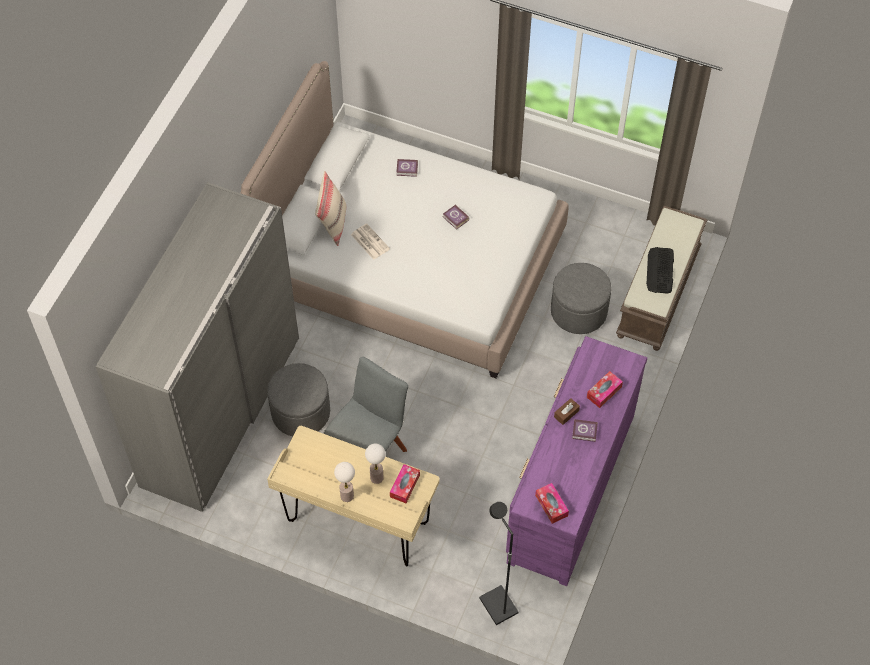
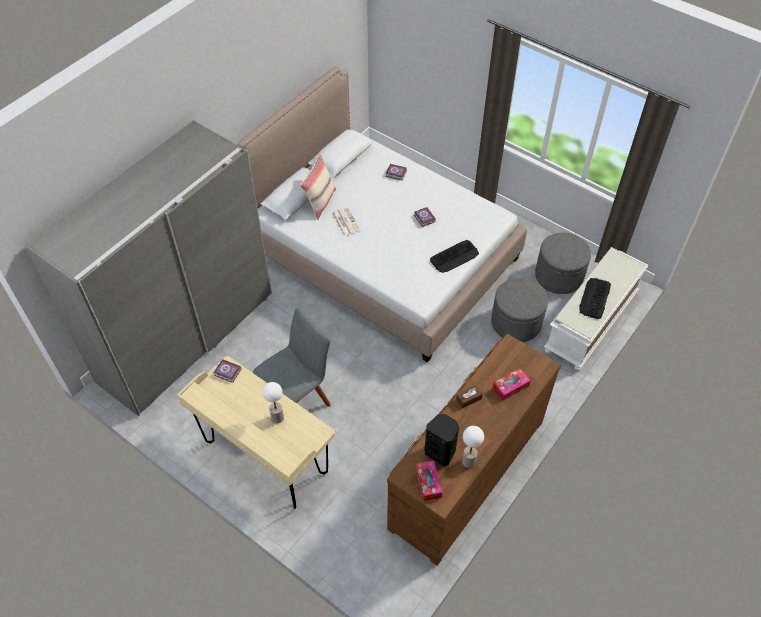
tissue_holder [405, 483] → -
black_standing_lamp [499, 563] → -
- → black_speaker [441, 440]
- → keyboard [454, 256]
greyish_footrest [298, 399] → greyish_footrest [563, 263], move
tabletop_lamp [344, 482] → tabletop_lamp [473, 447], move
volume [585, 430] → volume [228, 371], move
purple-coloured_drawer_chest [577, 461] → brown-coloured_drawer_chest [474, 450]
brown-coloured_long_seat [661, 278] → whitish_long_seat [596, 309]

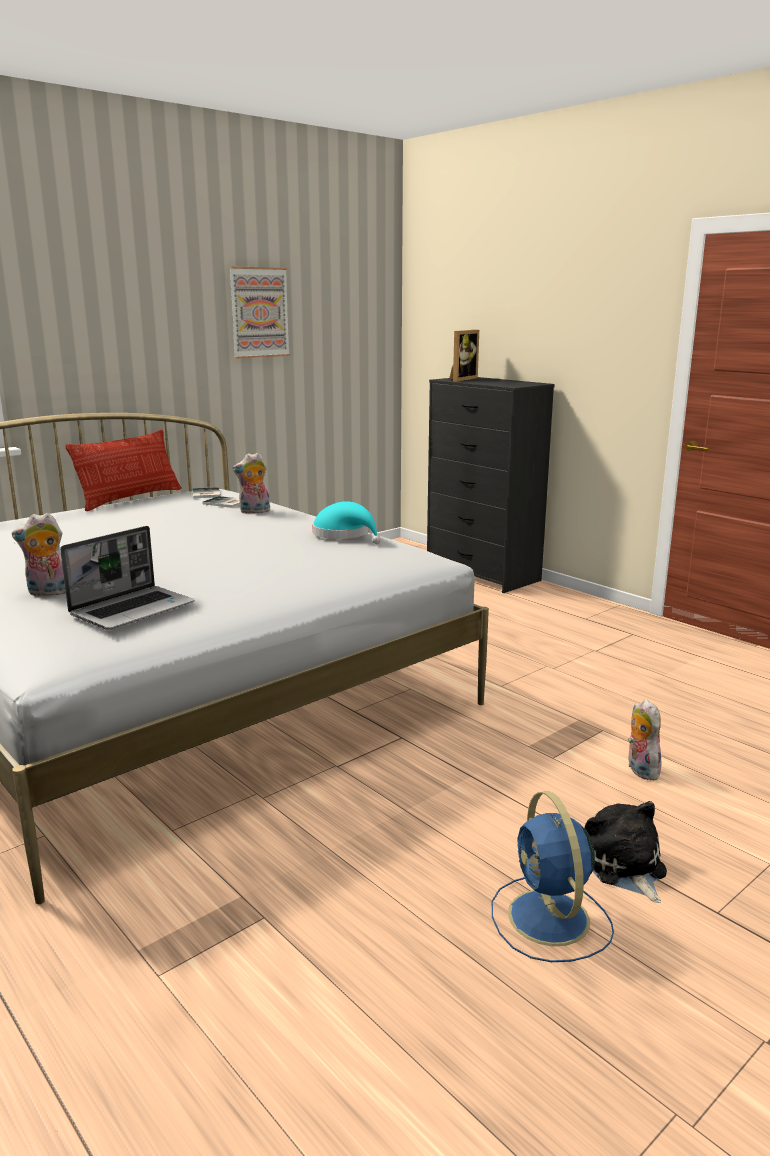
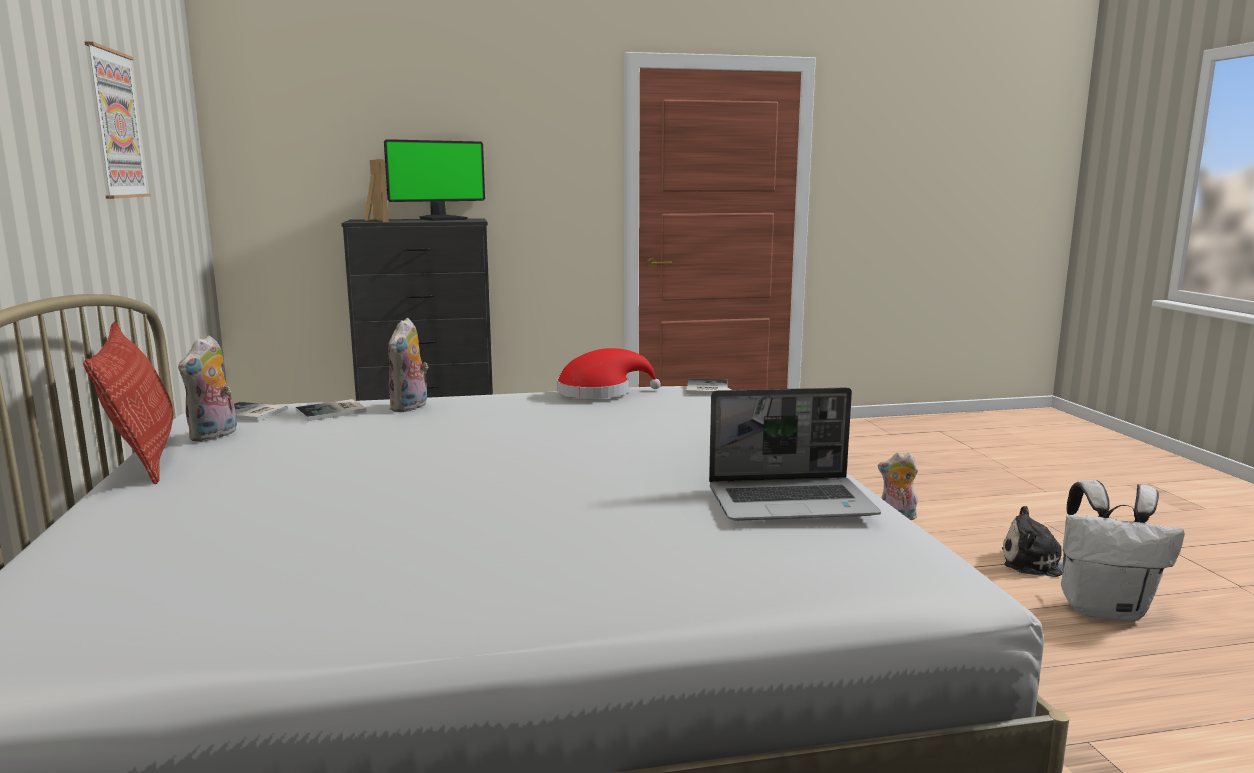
- → computer_display [434, 180]
- → volume [707, 387]
soft_toy [39, 554] → soft_toy [207, 388], move
bluish_electric_fan [553, 876] → whitish_knapsack [1123, 551]
blue-green_wearable_hat [346, 522] → red-coloured_wearable_hat [609, 373]
notebook_computer [127, 578] → notebook_computer [795, 454], 105 degrees clockwise

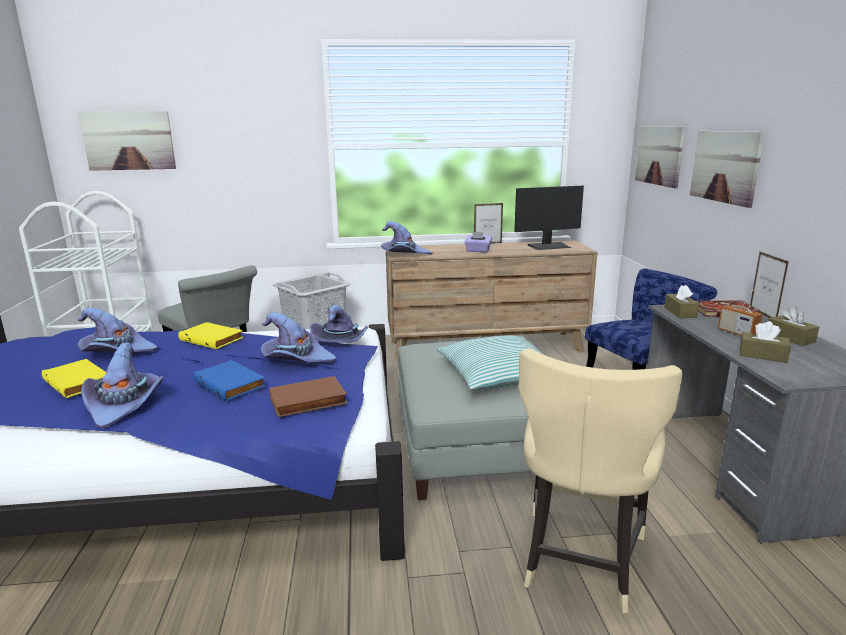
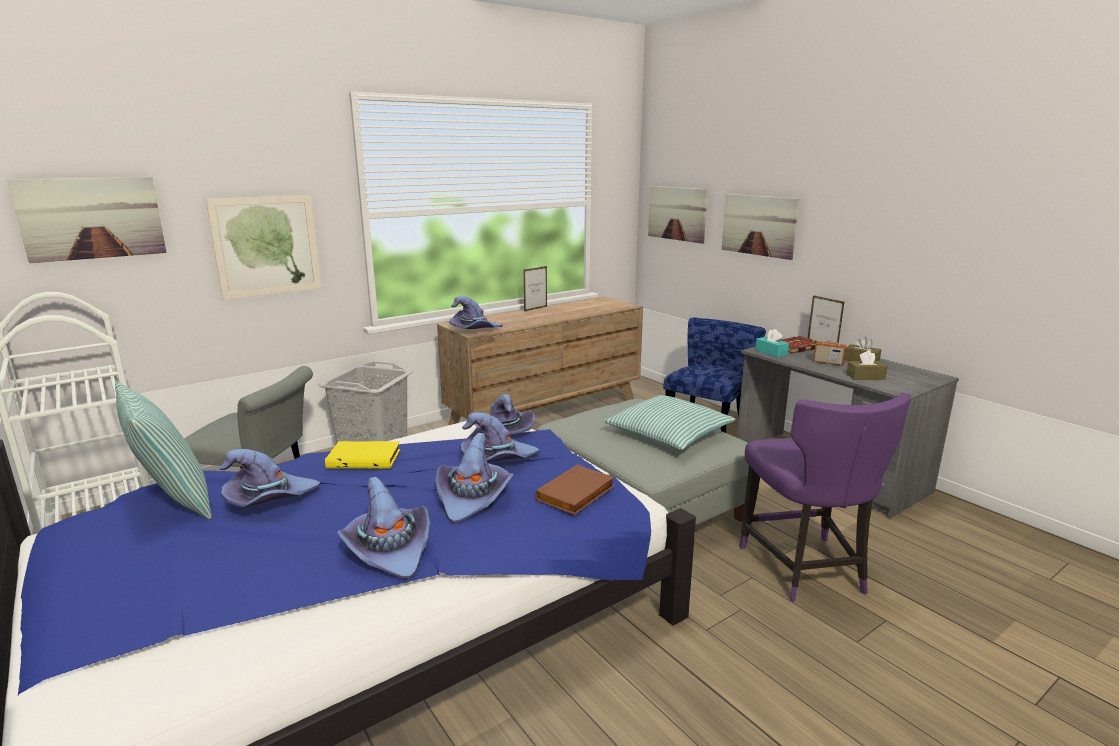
yellowish_volume [74, 378] → -
purple-coloured_tissue_holder [478, 242] → -
computer_display [549, 218] → -
- → cushion [163, 450]
- → wall_art [264, 247]
bluish_volume [229, 380] → purple-coloured_wearable_hat [474, 478]
beige-coloured_upright_chair [600, 480] → purple-coloured_upright_chair [825, 497]
brown-coloured_tissue_holder [681, 301] → blue-green_tissue_holder [772, 343]

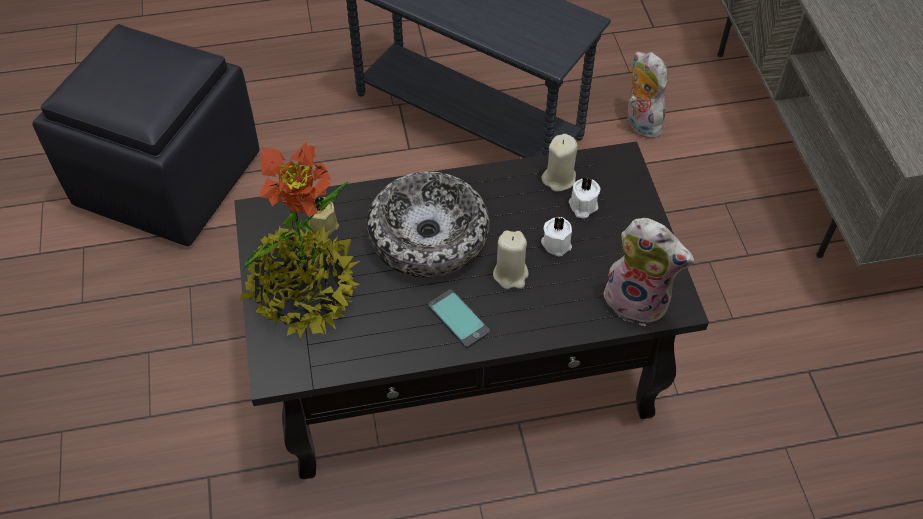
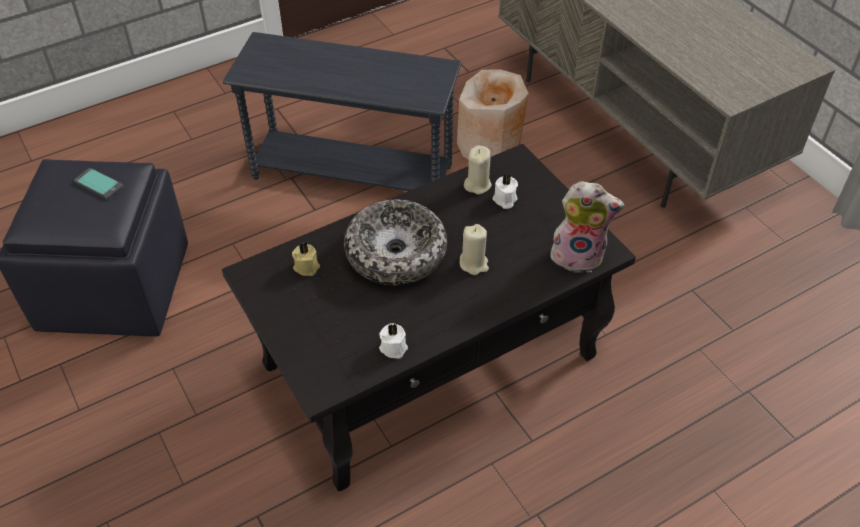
potted_plant [300, 240] → -
handset [459, 319] → handset [99, 183], move
whitish_candle [556, 237] → whitish_candle [393, 341], move
soft_toy [647, 95] → beige-coloured_vase [493, 114]

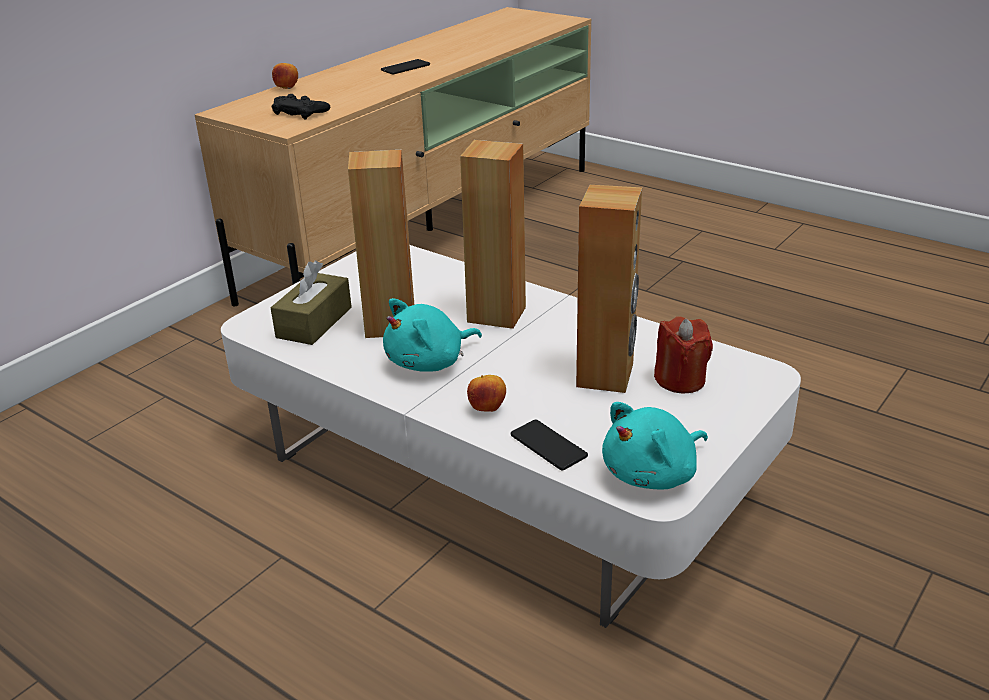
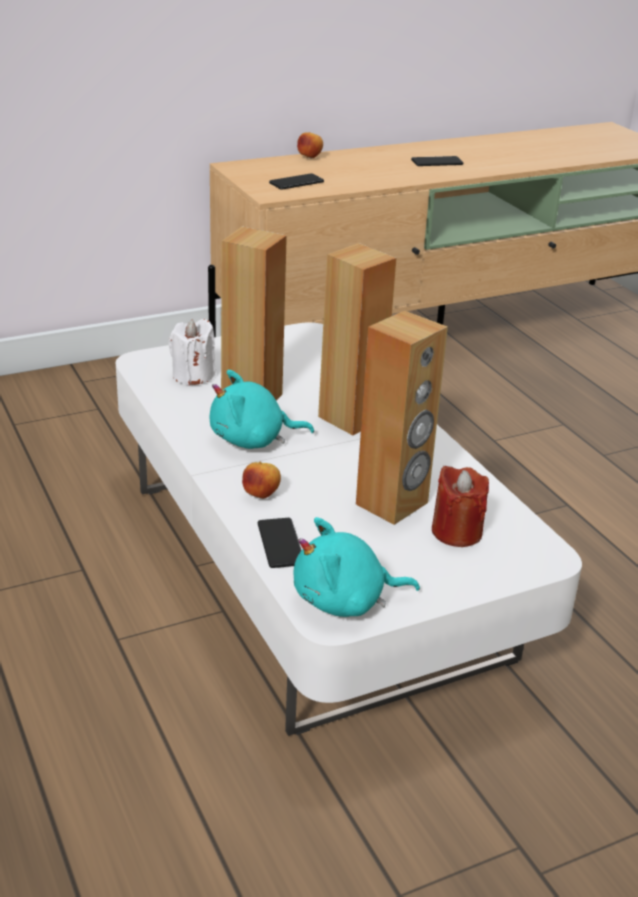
black_joypad [300, 106] → handset [296, 181]
brown-coloured_tissue_holder [311, 303] → whitish_candle [192, 352]

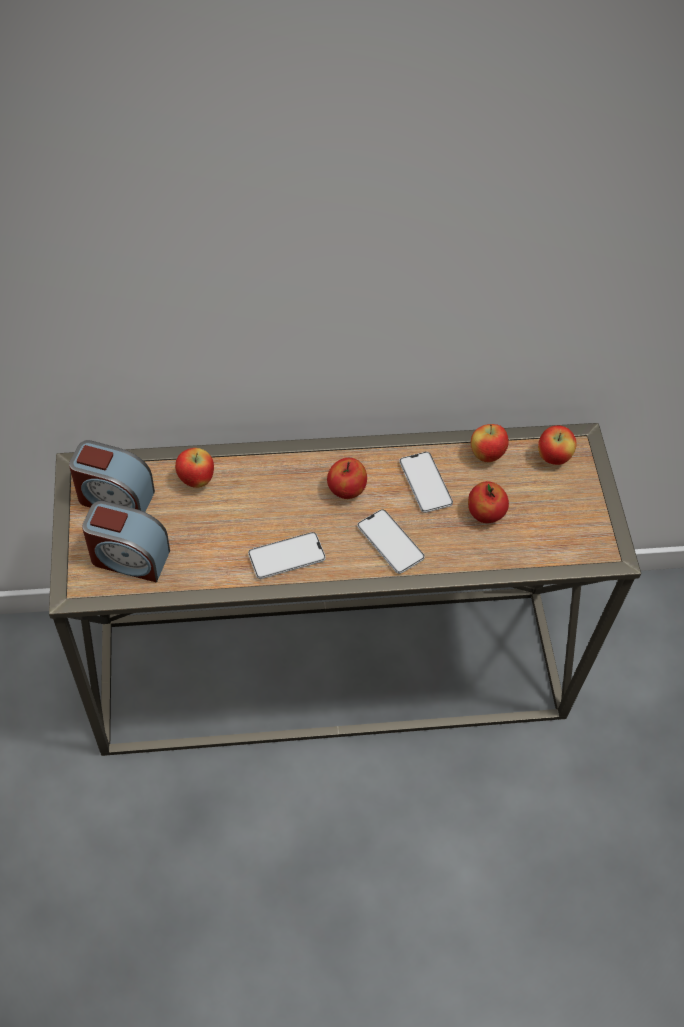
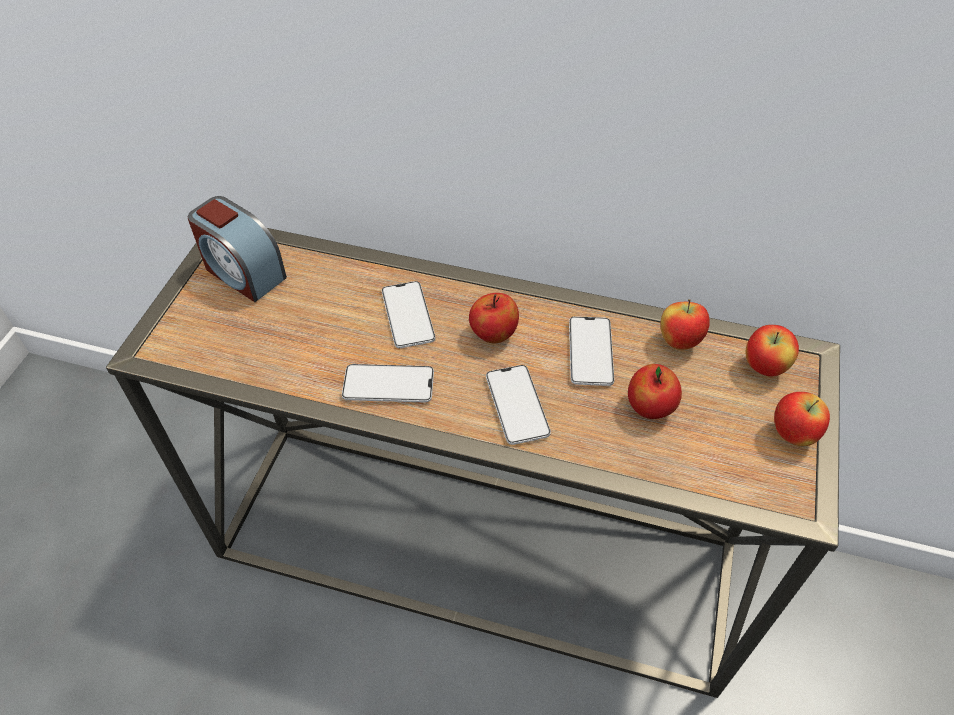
table_clock [126, 541] → -
- → handset [408, 314]
apple [194, 468] → apple [802, 419], move

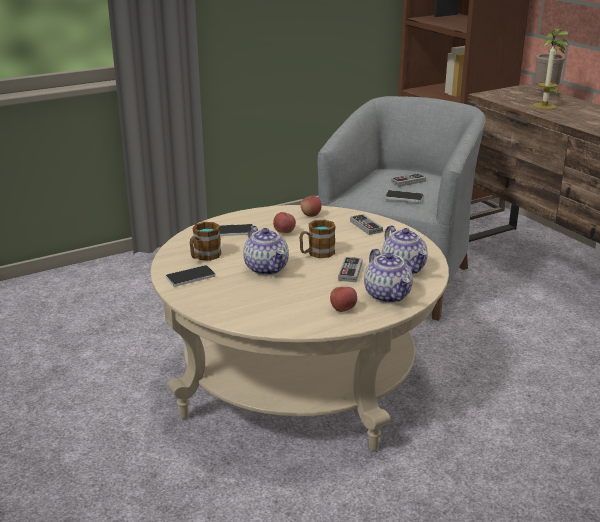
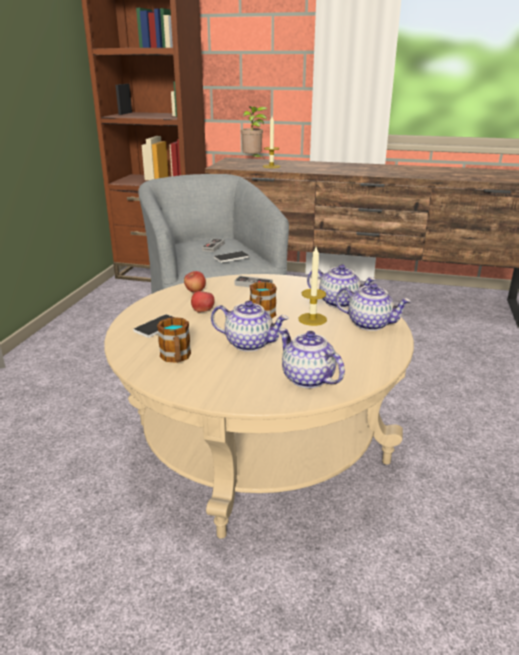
handset [190, 276] → -
apple [343, 299] → -
- → tea_pot [311, 358]
joypad [350, 269] → candle [313, 286]

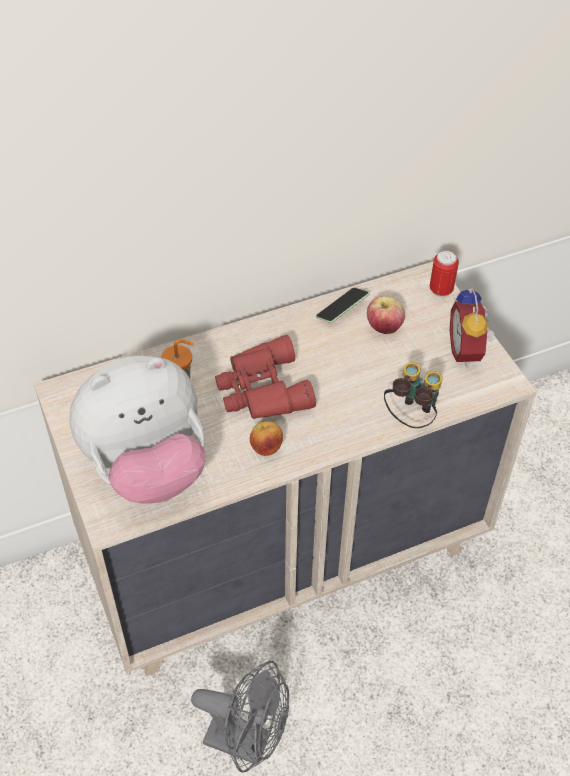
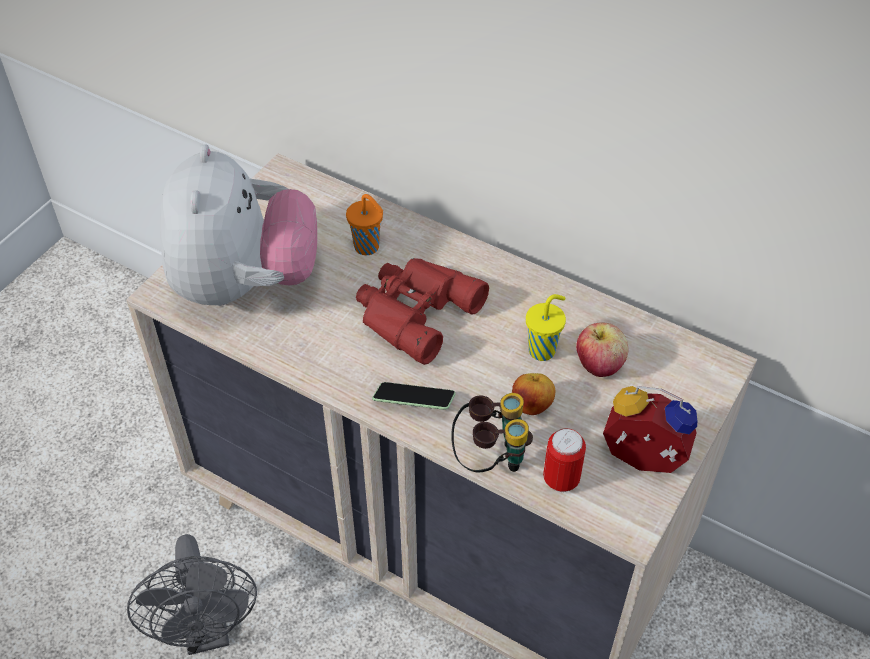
- → yellowish_drinking_cup [546, 327]
apple [266, 438] → apple [533, 394], move
handset [343, 305] → handset [414, 396], move
metal_can [444, 273] → metal_can [564, 460], move
soft_toy [137, 430] → soft_toy [238, 225], 120 degrees counterclockwise
table_clock [472, 327] → table_clock [650, 429], 60 degrees clockwise

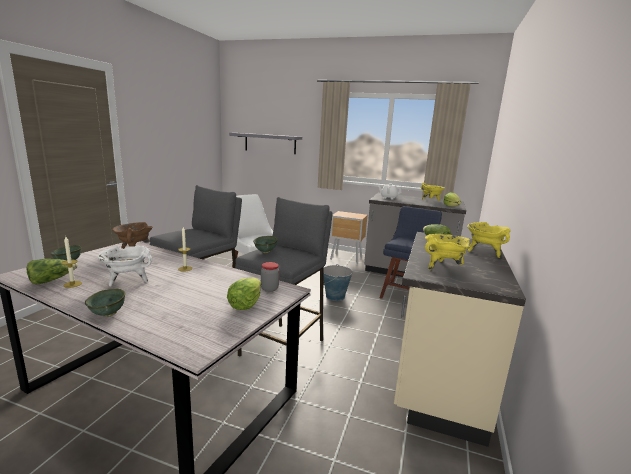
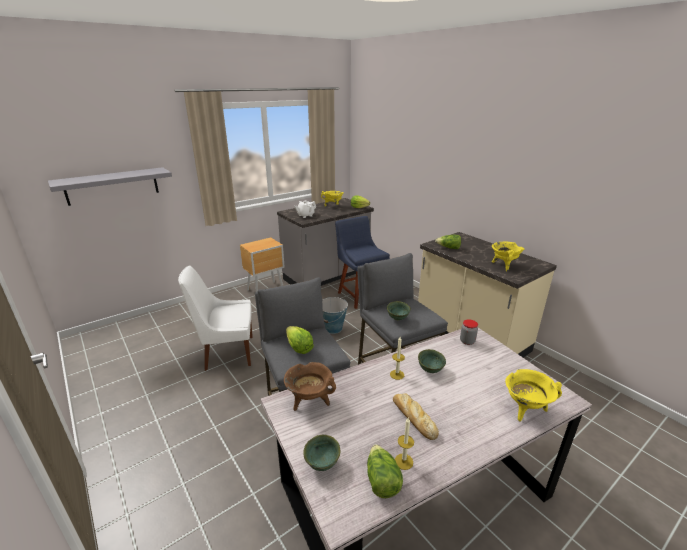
greenish_serving_bowl [105, 303] → greenish_serving_bowl [432, 361], move
lettuce [244, 293] → lettuce [300, 340], move
yellowish_cooking_pot [489, 240] → yellowish_cooking_pot [533, 395], move
whitish_cooking_pot [125, 266] → bakery_bread [416, 416]

